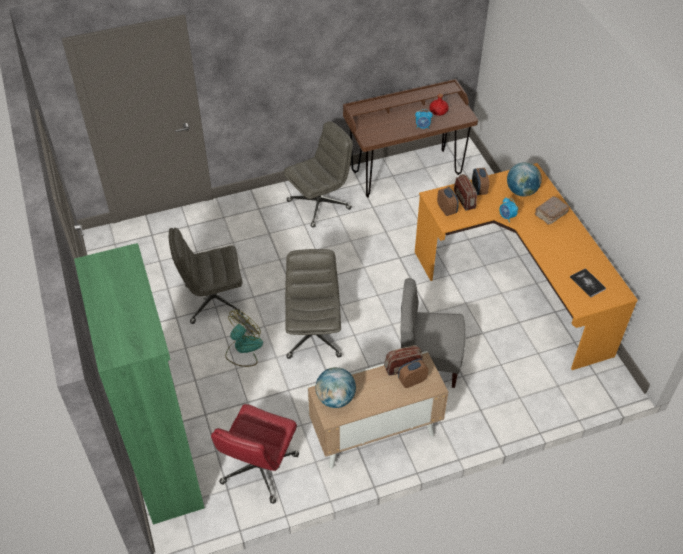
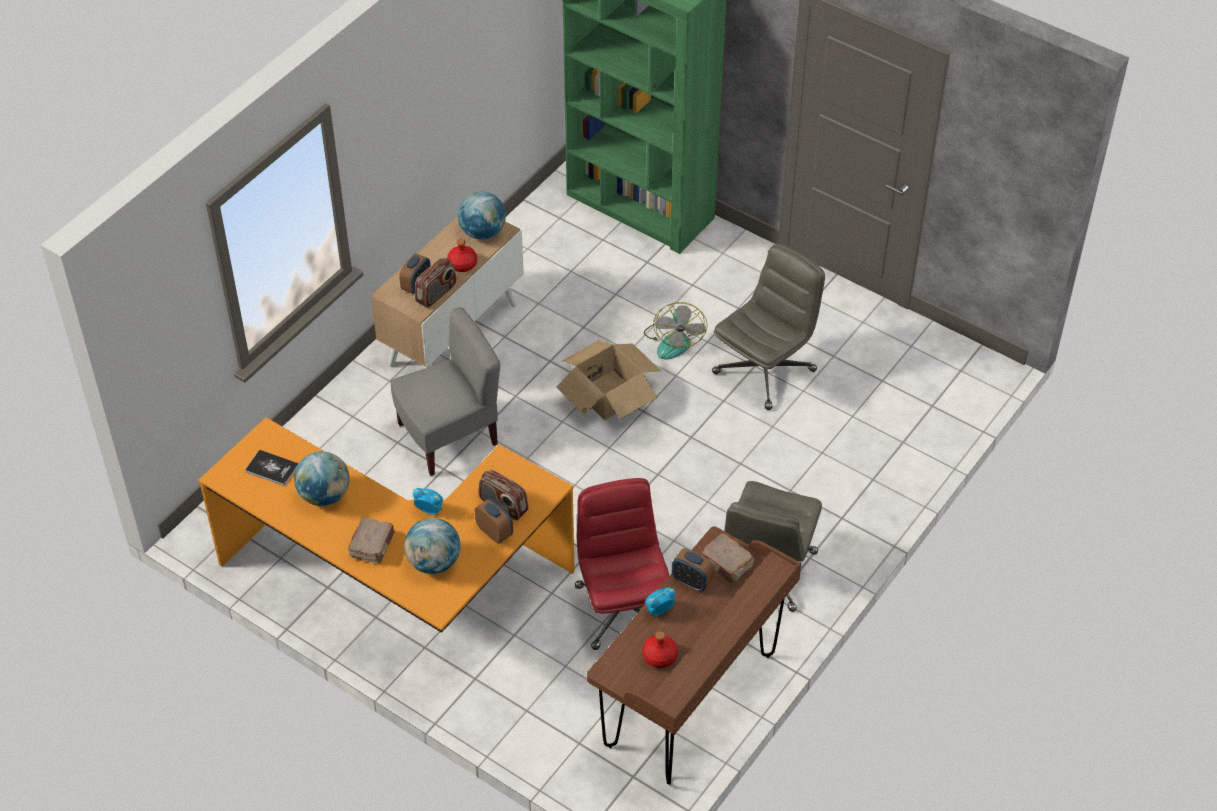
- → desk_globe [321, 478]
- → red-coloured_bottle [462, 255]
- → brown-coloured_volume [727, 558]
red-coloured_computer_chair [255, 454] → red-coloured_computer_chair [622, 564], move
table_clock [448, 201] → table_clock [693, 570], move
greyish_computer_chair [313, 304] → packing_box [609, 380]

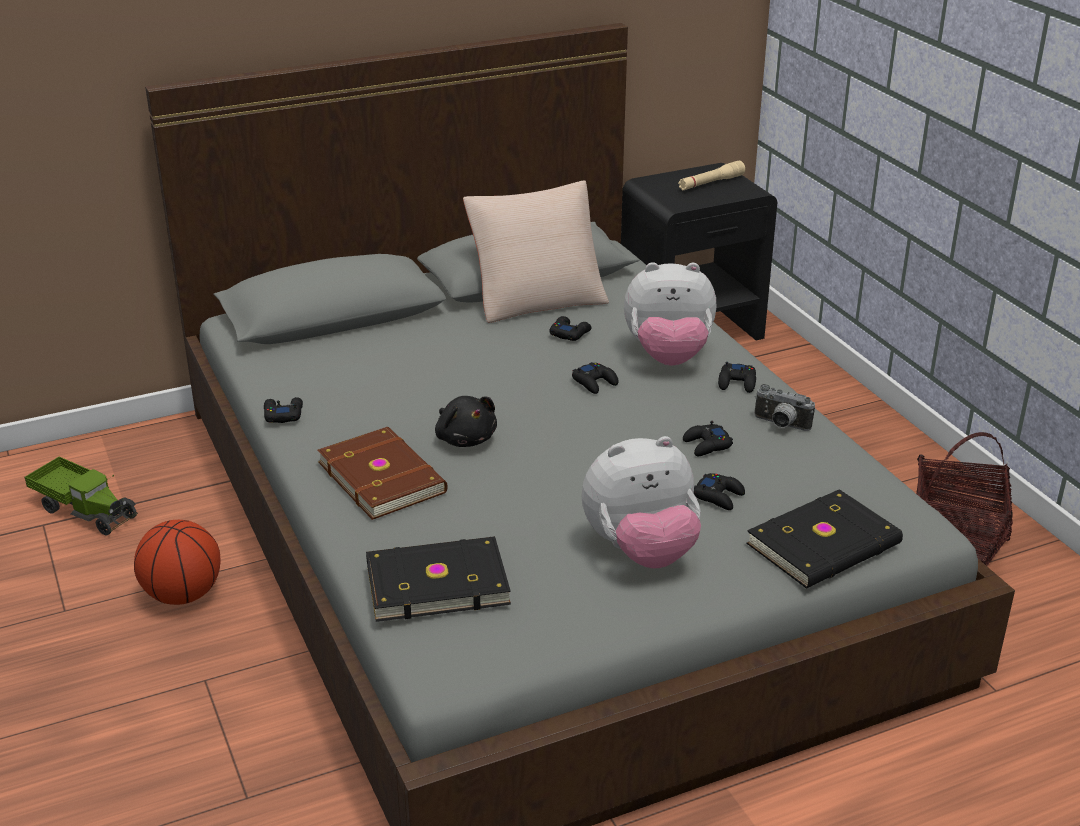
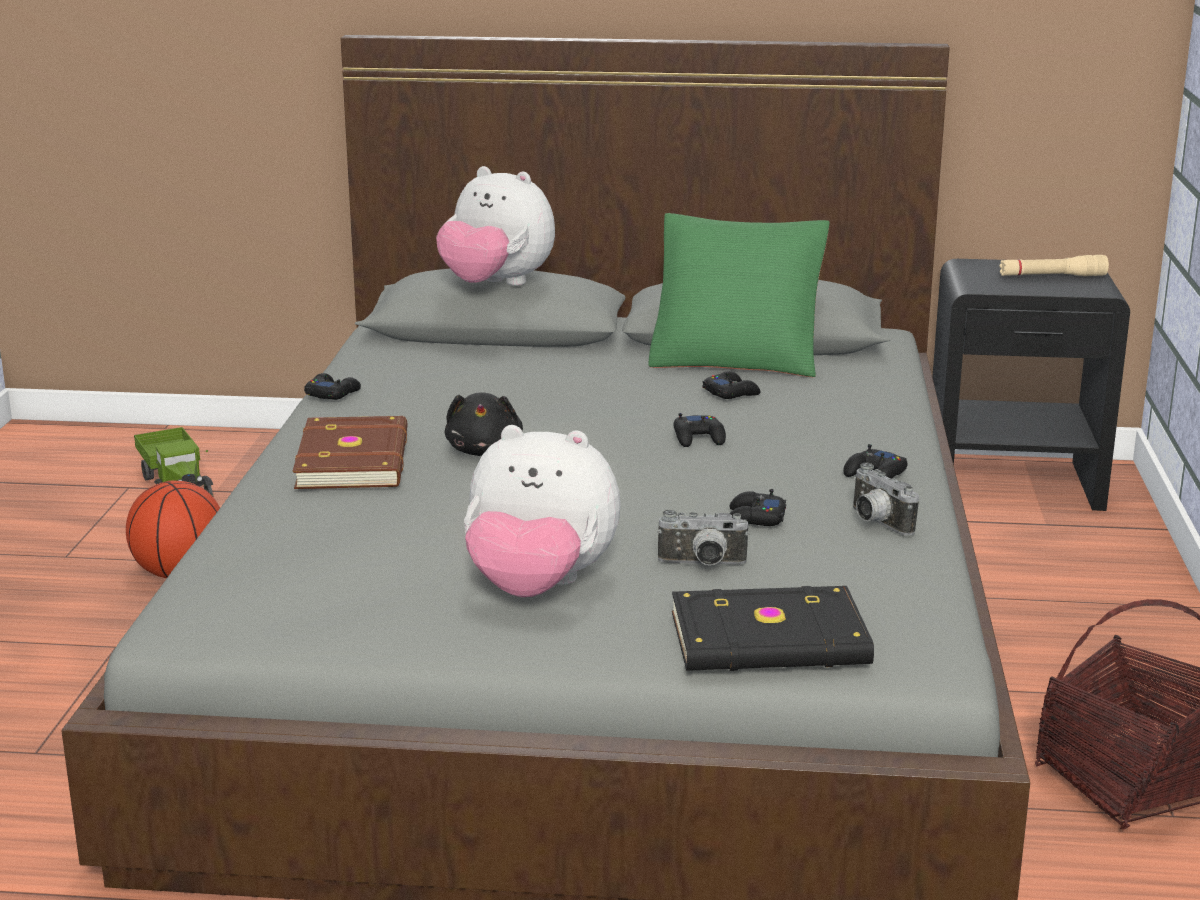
black_volume [438, 579] → -
soft_toy [670, 314] → soft_toy [495, 226], move
black_joypad [719, 491] → photo_camera [703, 537]
beige-coloured_cushion [536, 251] → greenish_cushion [739, 295]

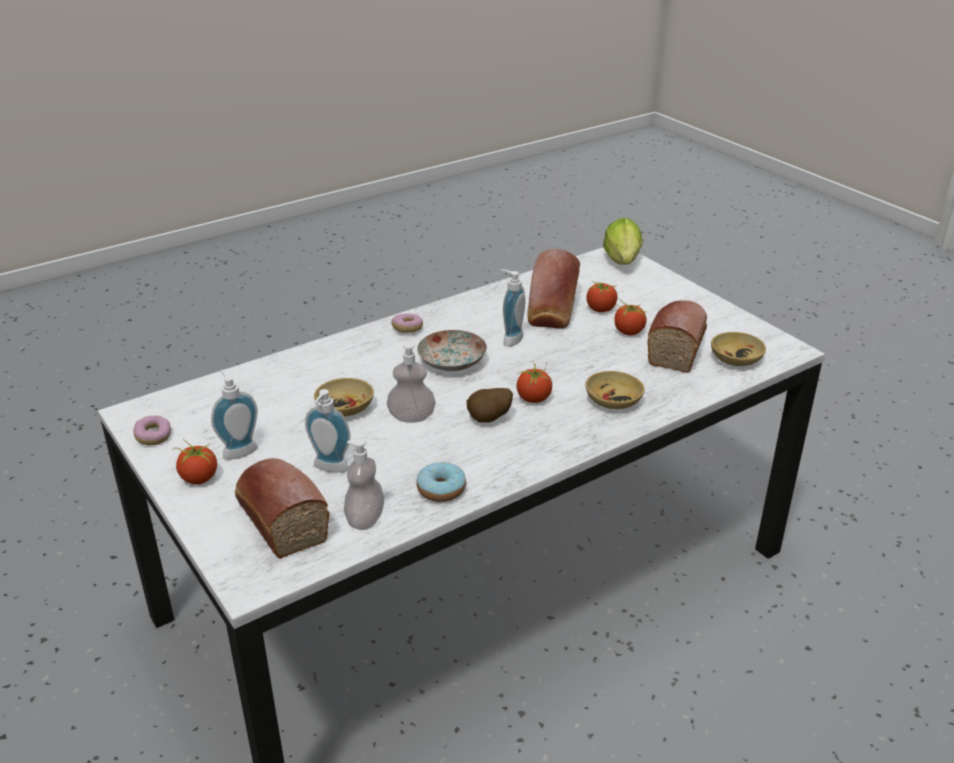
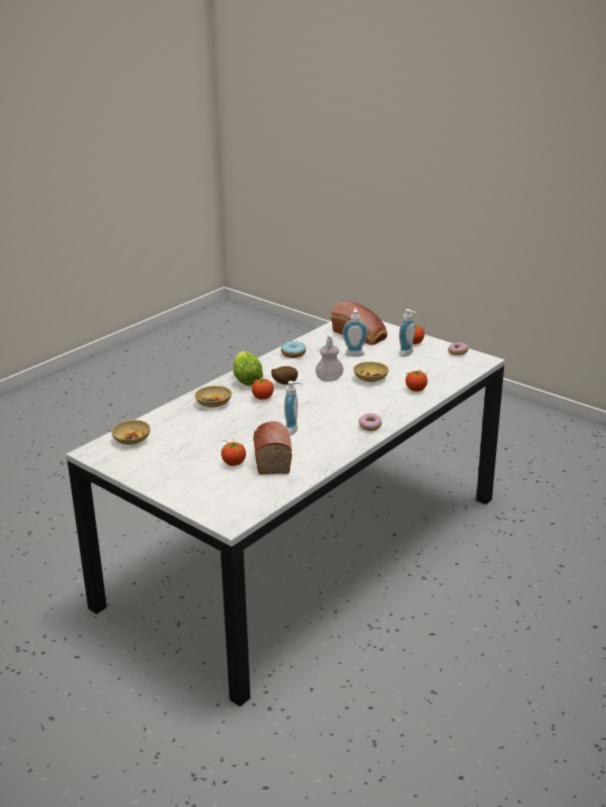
soap_bottle [364, 484] → -
dinner_plate [452, 350] → -
bakery_bread [677, 336] → -
lettuce [623, 241] → lettuce [248, 368], move
fresh_tomato [630, 318] → fresh_tomato [417, 380], move

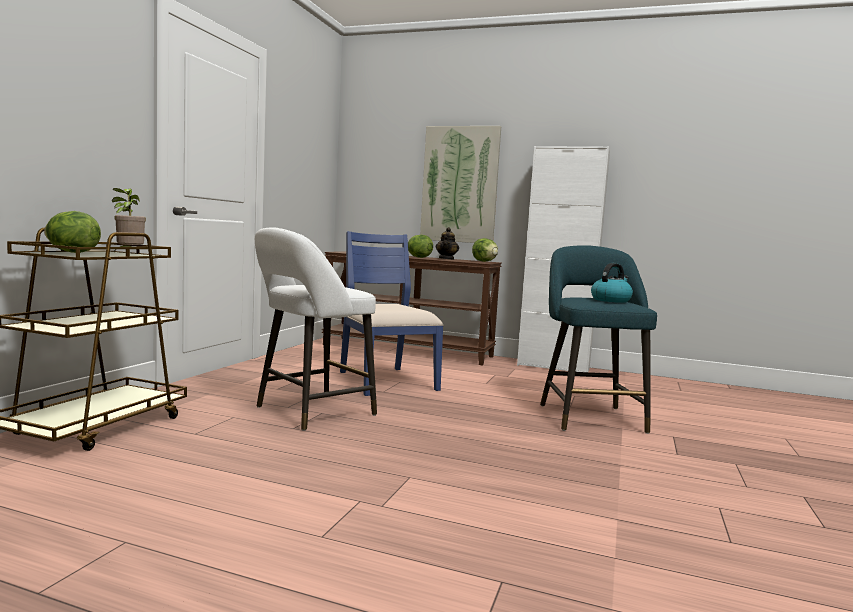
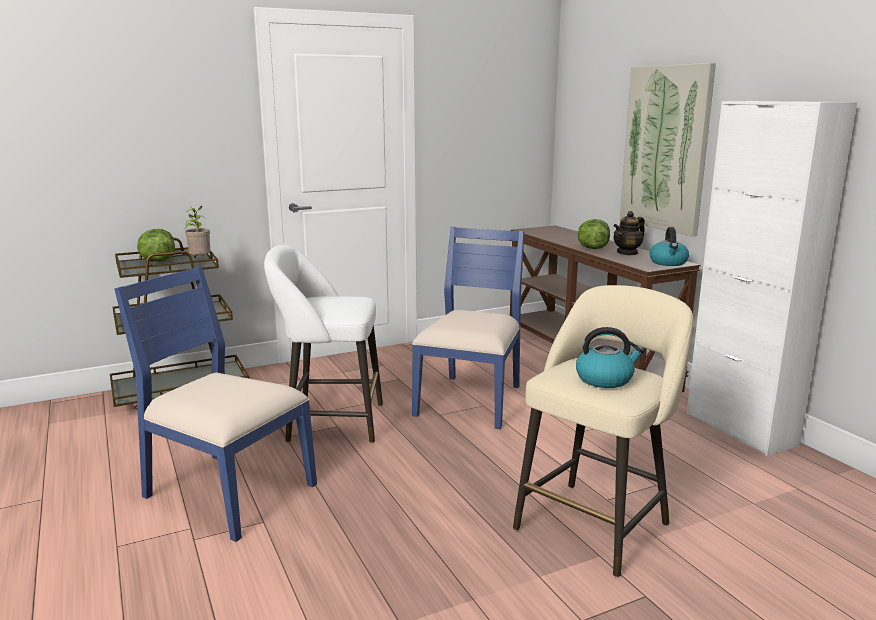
- → bluish_upright_chair [215, 404]
lettuce [485, 250] → kettle [669, 246]
blue-green_stool_seat [598, 339] → beige-coloured_stool_seat [603, 431]

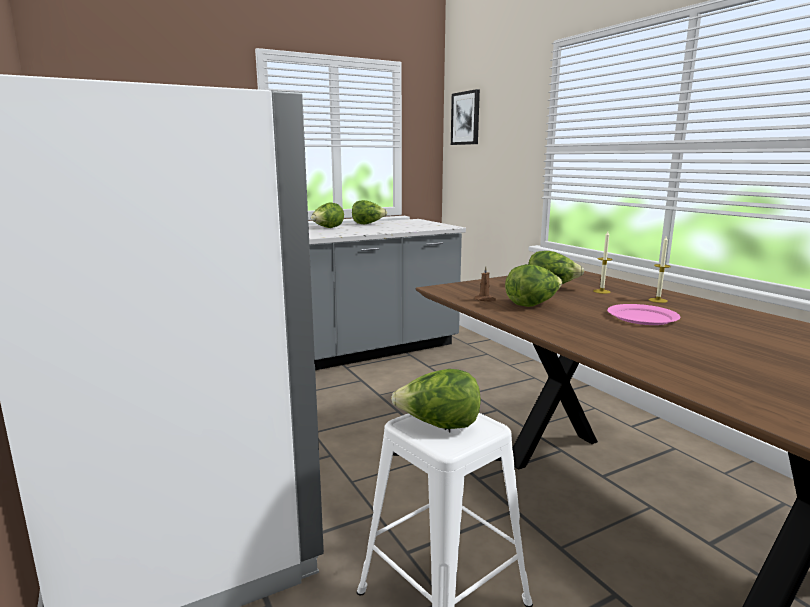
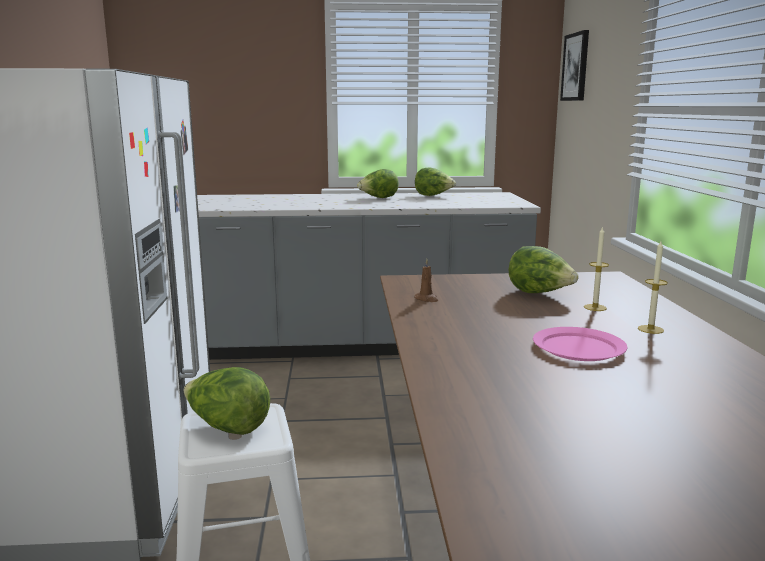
lettuce [533, 285] → -

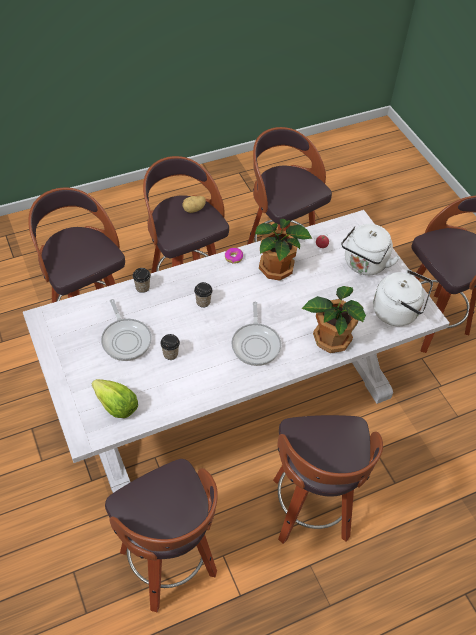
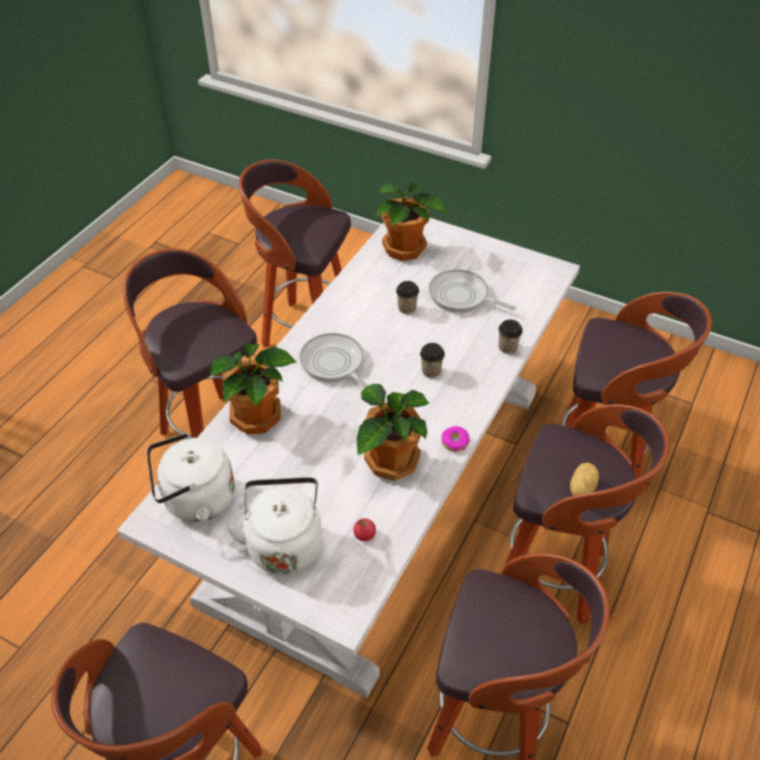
lettuce [115, 398] → potted_plant [411, 222]

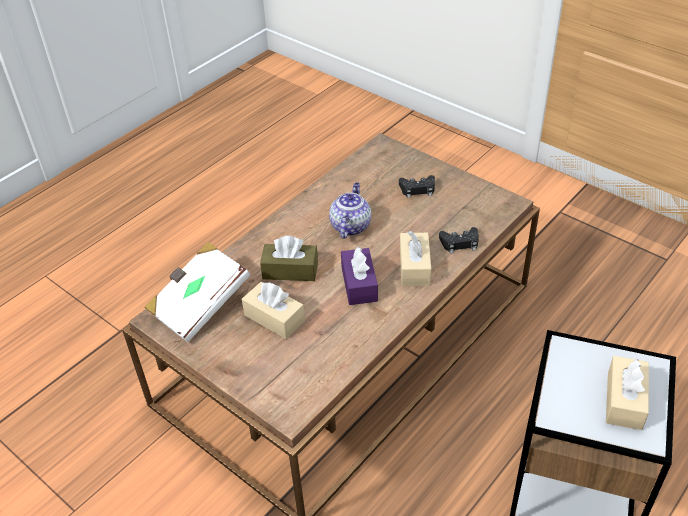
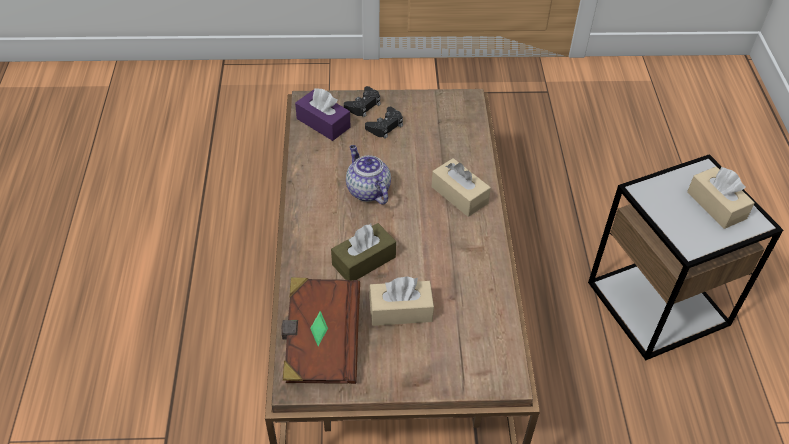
purple-coloured_tissue_holder [359, 275] → purple-coloured_tissue_holder [323, 114], move
black_joypad [459, 240] → black_joypad [362, 101], move
whitish_volume [197, 292] → brown-coloured_volume [320, 330]

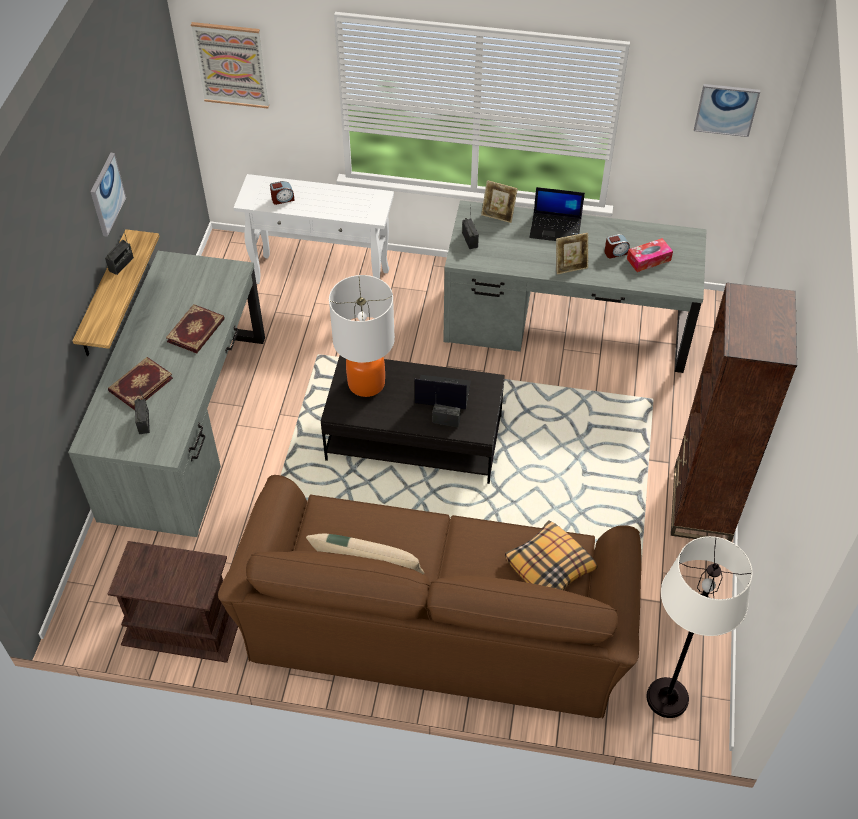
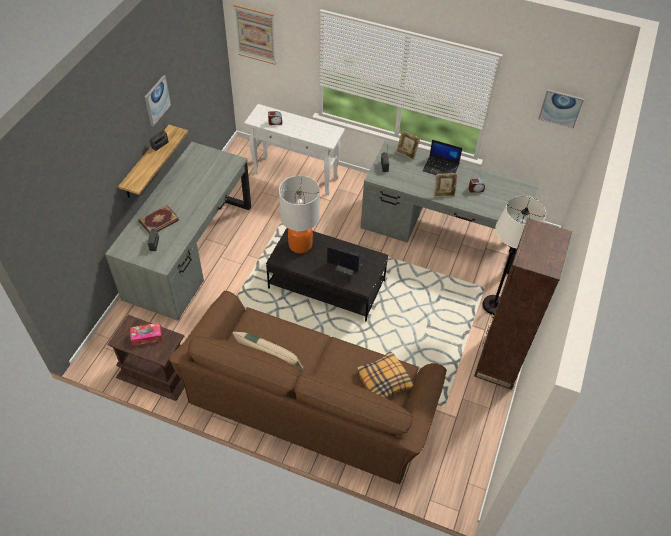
volume [195, 328] → -
tissue_holder [650, 255] → tissue_holder [146, 334], move
whitish_standing_lamp [699, 627] → whitish_standing_lamp [514, 255], move

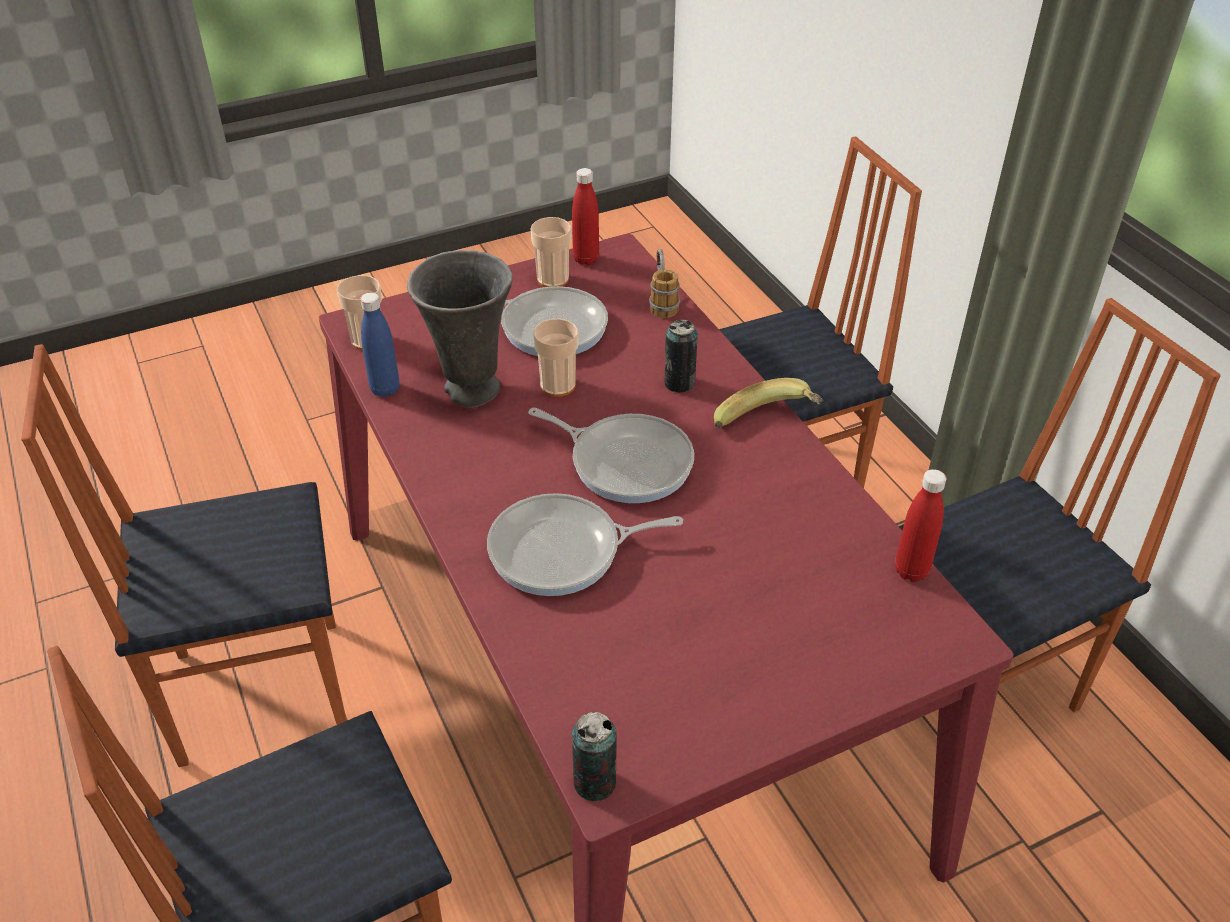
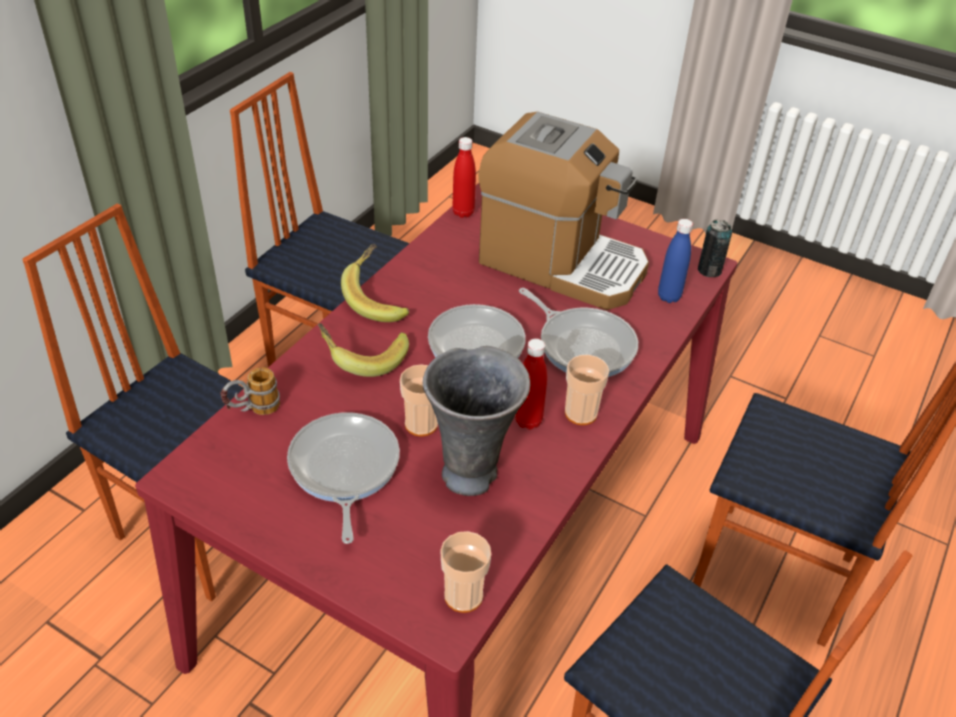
- → coffee_maker [563, 211]
bluish_bottle [379, 345] → bluish_bottle [675, 261], move
drinking_cup [551, 252] → drinking_cup [587, 390], move
red-coloured_bottle [585, 216] → red-coloured_bottle [531, 384], move
metal_can [681, 356] → banana_fruit [363, 350]

